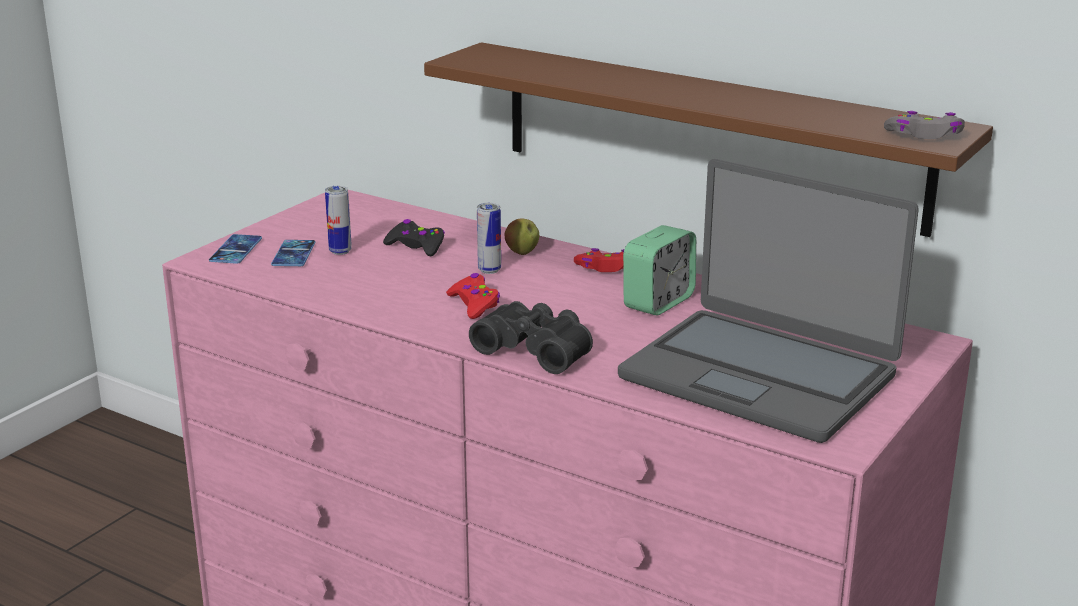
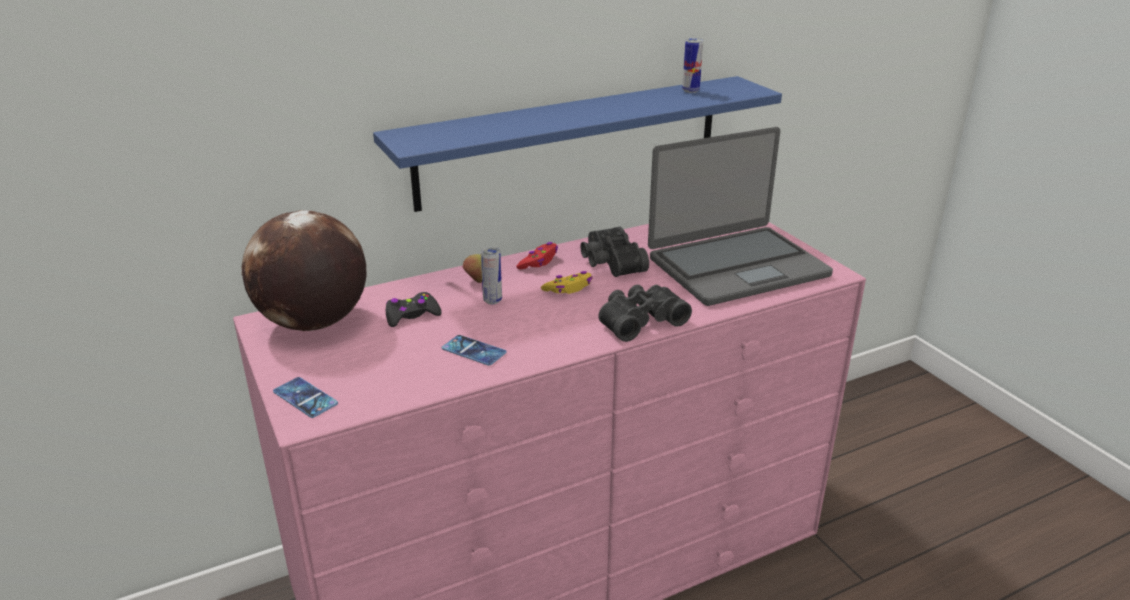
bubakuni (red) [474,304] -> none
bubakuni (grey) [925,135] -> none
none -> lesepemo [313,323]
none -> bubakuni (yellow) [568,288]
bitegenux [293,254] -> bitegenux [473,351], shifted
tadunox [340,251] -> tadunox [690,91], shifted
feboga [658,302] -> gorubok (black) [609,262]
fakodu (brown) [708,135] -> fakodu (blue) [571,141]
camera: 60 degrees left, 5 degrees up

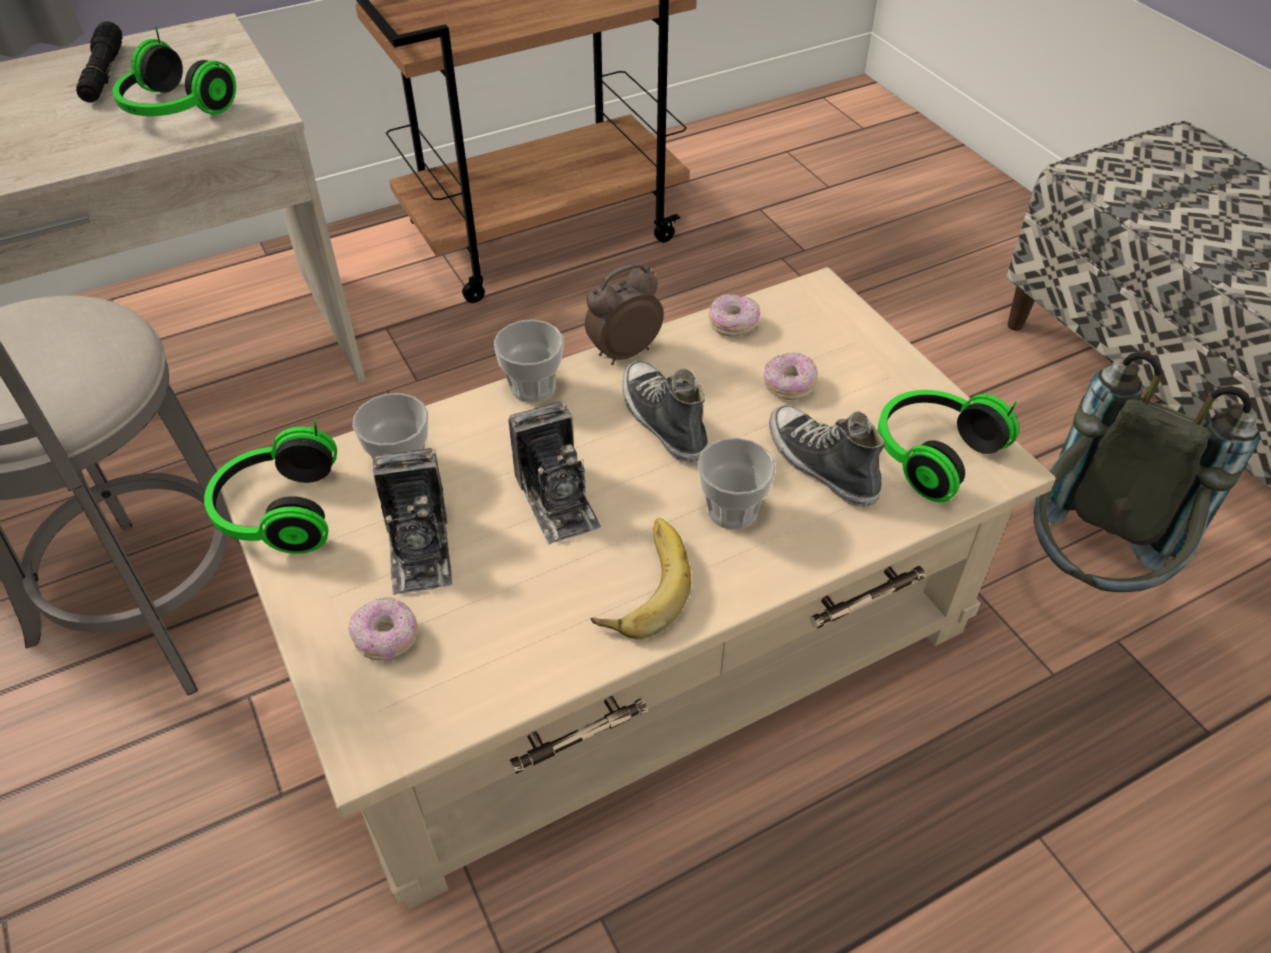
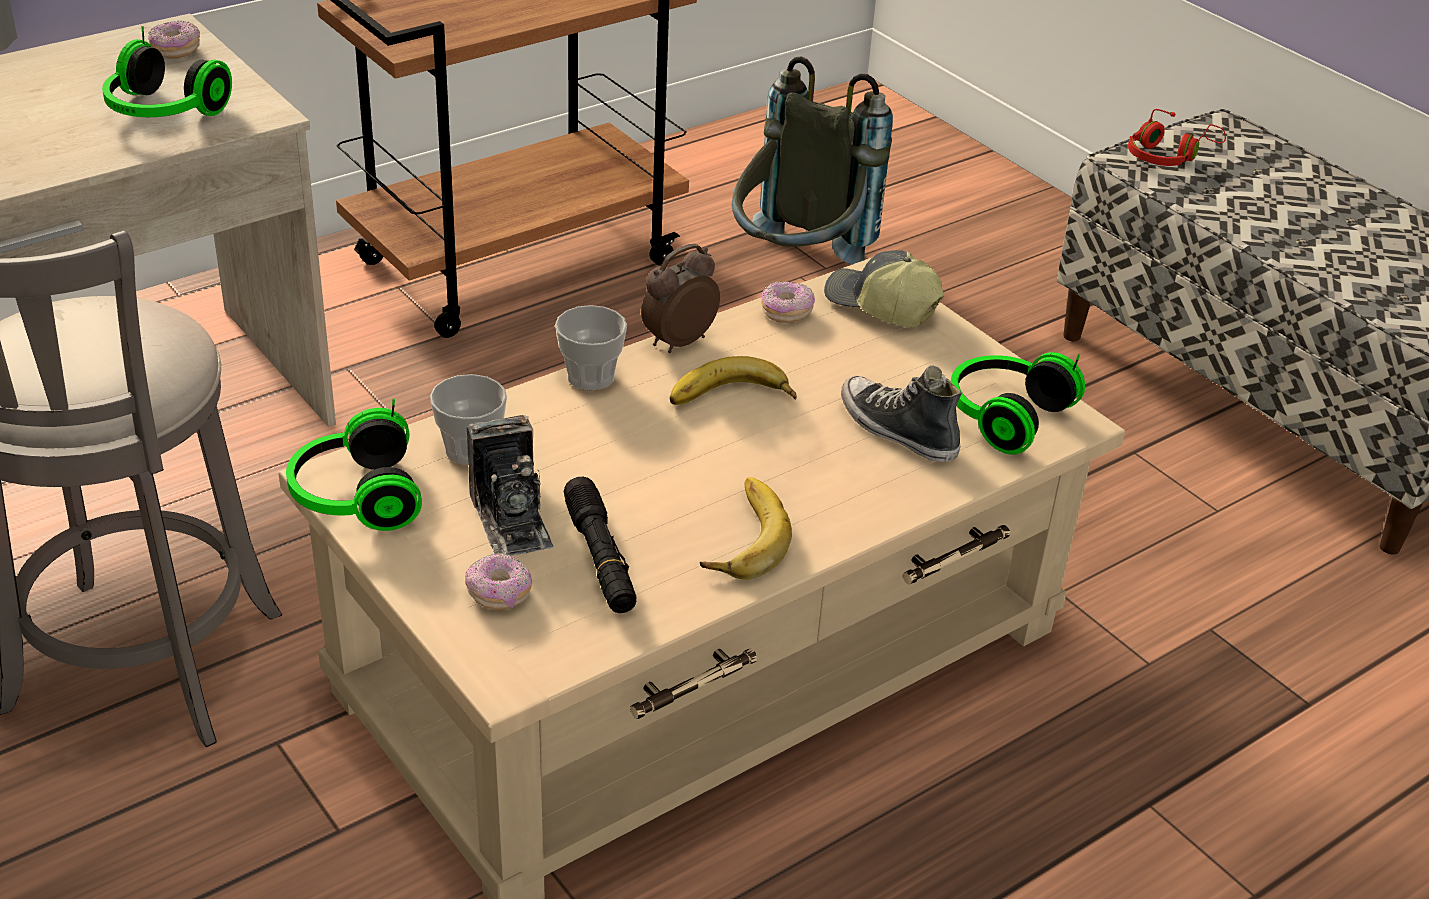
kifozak [557,500] -> none
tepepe [732,510] -> none
none -> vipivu [880,306]
none -> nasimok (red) [1169,155]
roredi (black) [103,74] -> roredi (black) [600,558], shifted
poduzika [789,385] -> poduzika [176,50], shifted
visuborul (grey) [1088,572] -> visuborul (grey) [796,268], shifted
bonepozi [662,420] -> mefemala [731,400]
camera: 10 degrees left, 10 degrees down

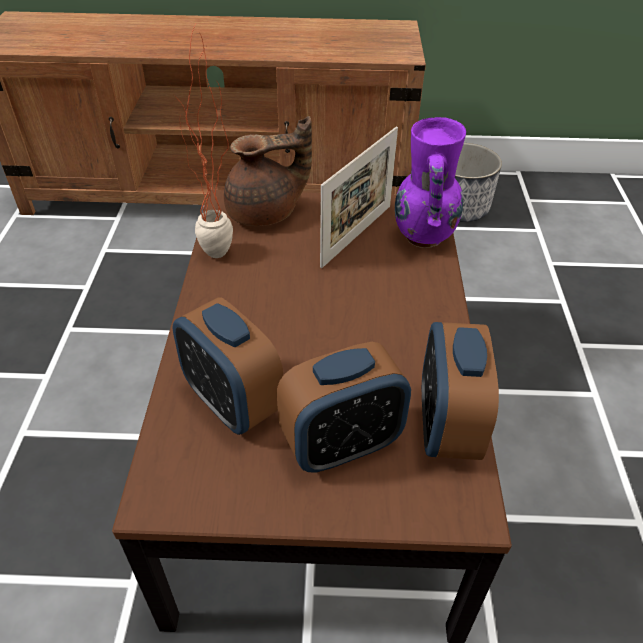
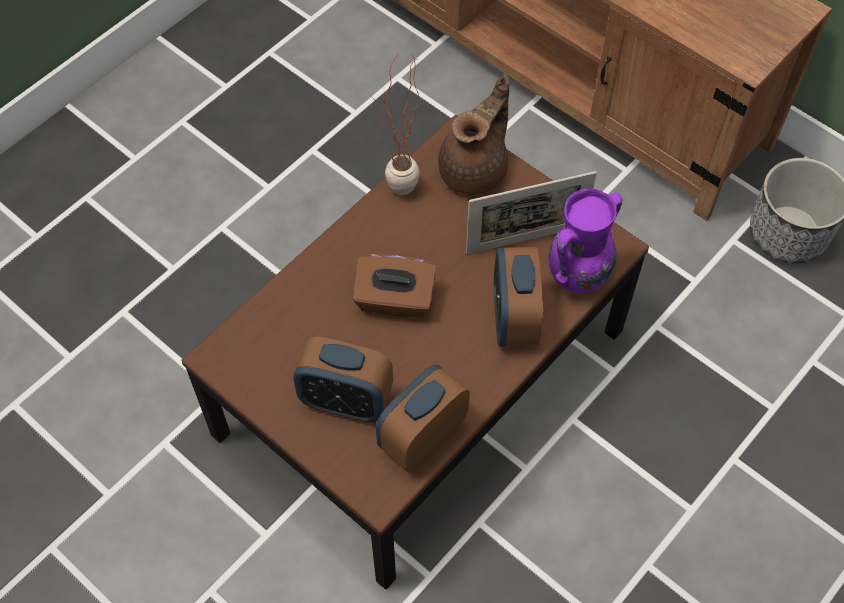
none -> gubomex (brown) [394,300]
feboga [232,402] -> feboga [514,319], shifted
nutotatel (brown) [266,213] -> nutotatel (brown) [475,169], 75 degrees counterclockwise
camera: 40 degrees right, 15 degrees up

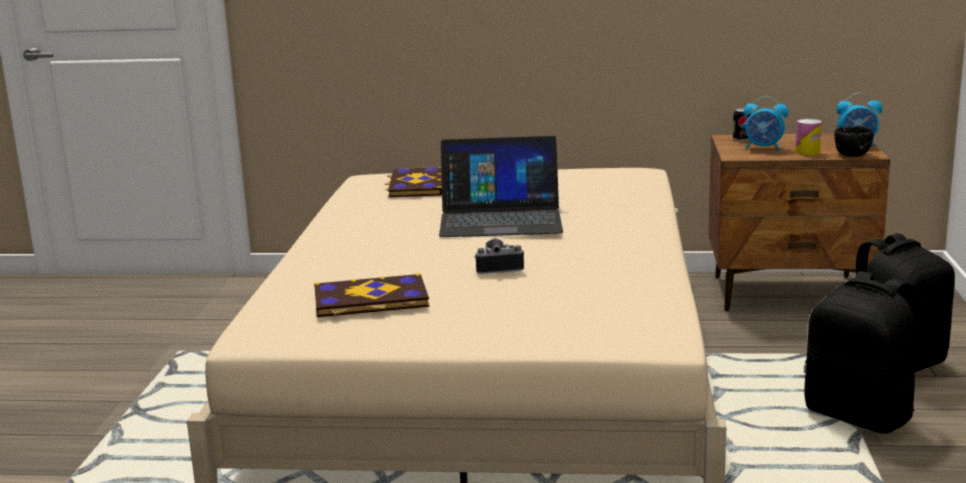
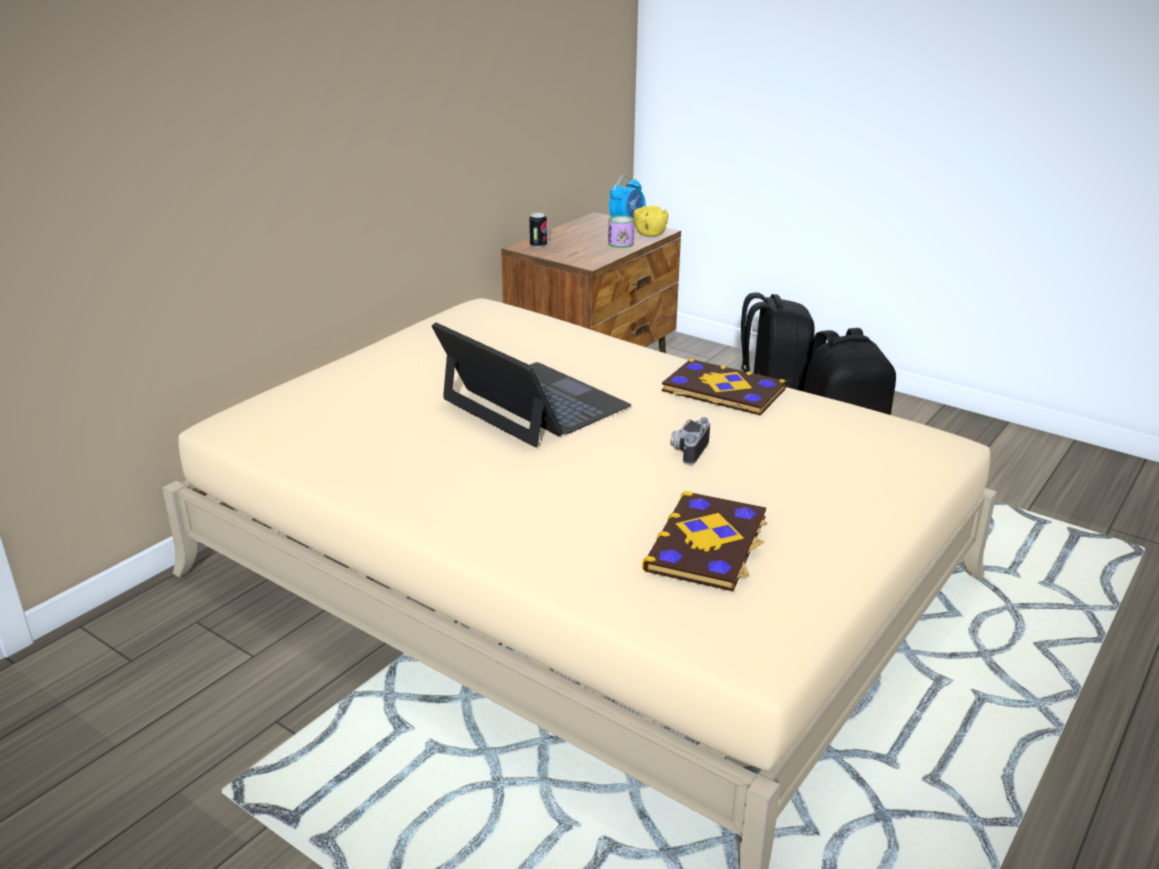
feboga [764,148] -> none
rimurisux [416,185] -> rimurisux [722,391], shifted
tadunox [807,152] -> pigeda [620,242]
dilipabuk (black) [851,154] -> dilipabuk (yellow) [650,234]
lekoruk [500,218] -> lekoruk [533,404], 75 degrees counterclockwise
camera: 60 degrees left, 10 degrees up

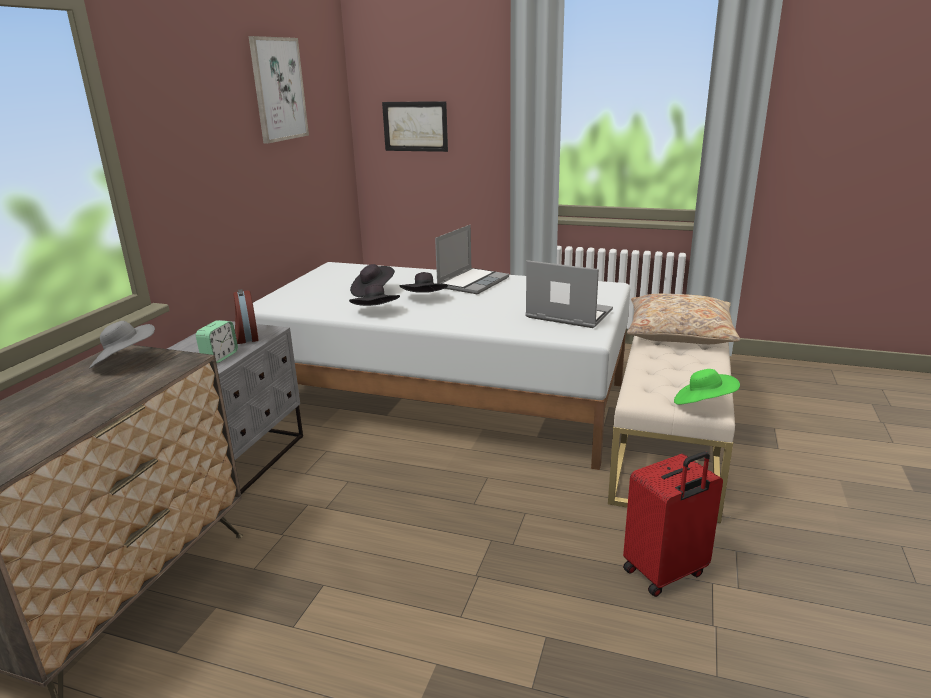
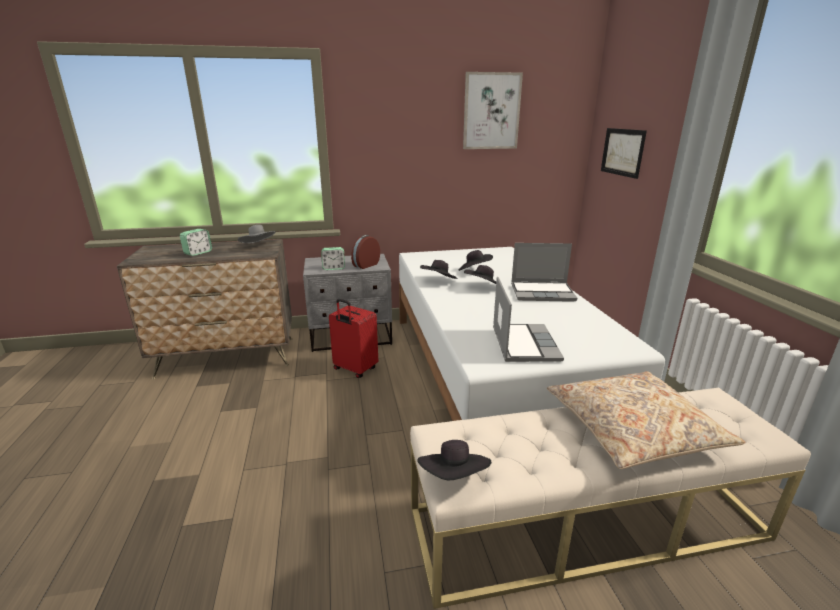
none -> feboga [198,253]
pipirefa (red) [665,573] -> pipirefa (red) [354,369], shifted
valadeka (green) [703,404] -> valadeka (black) [454,477]
camera: 60 degrees right, 0 degrees up

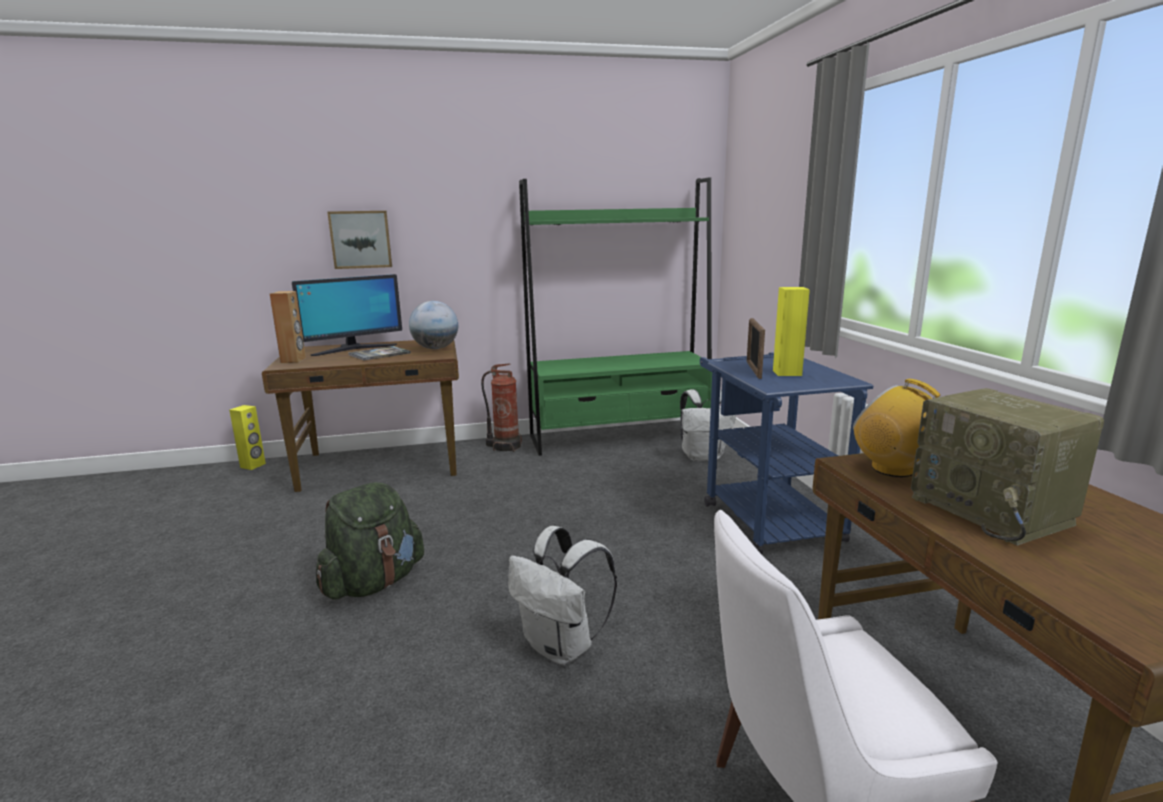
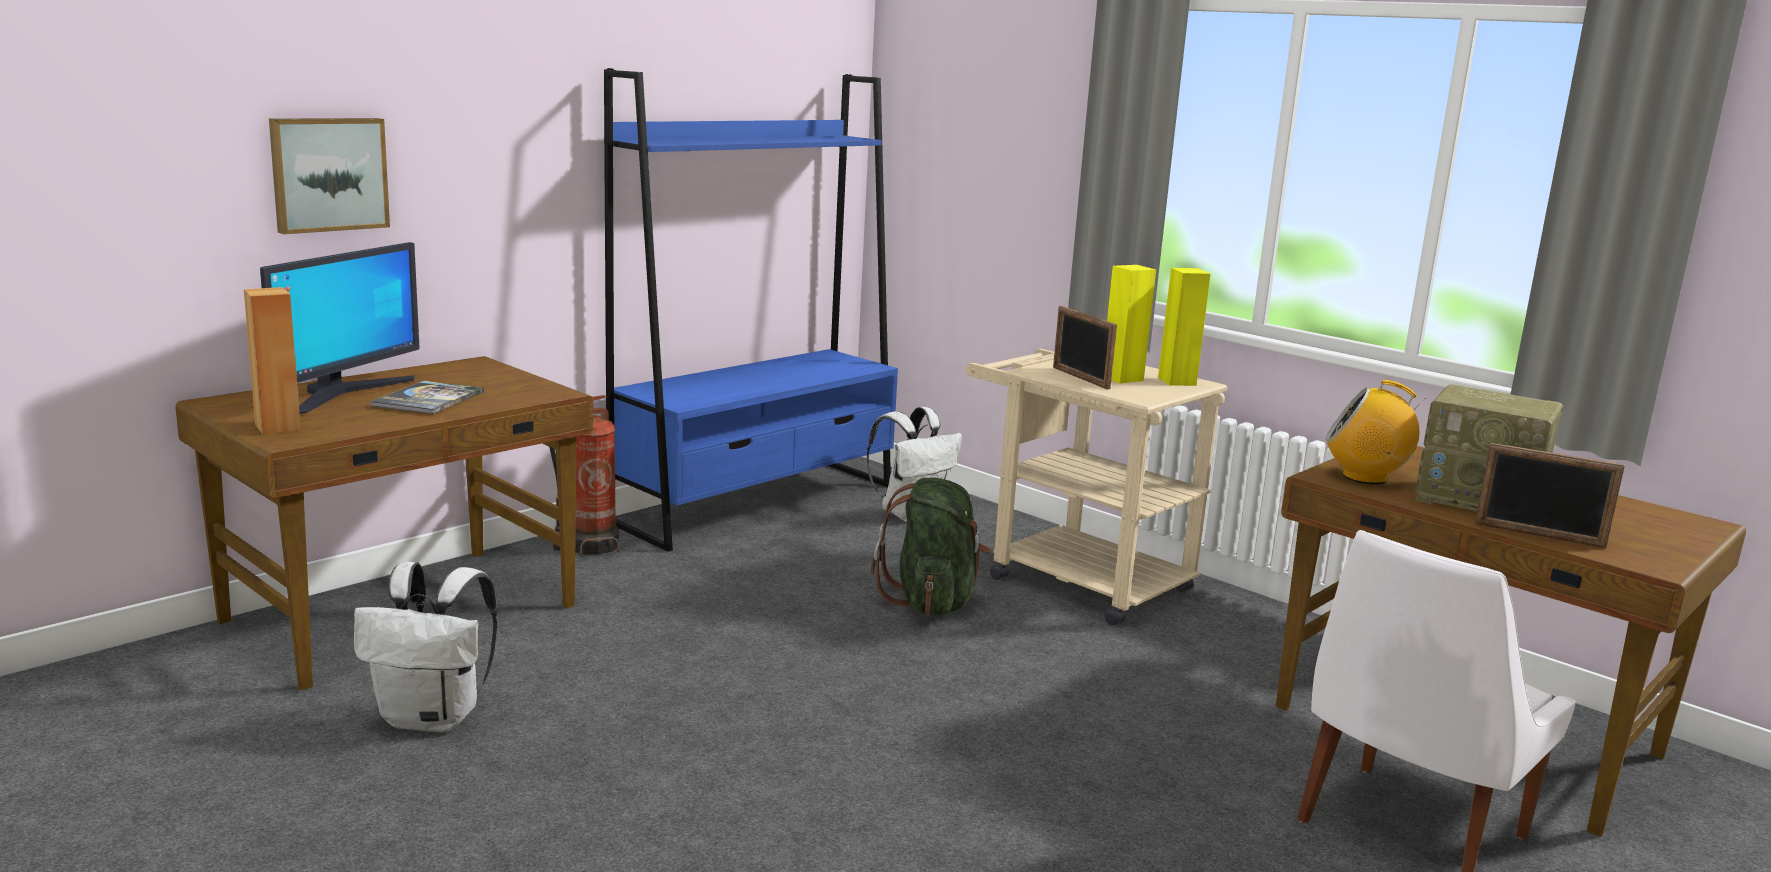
lesepemo [436,348] -> none
none -> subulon [1539,535]
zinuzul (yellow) [253,465] -> zinuzul (yellow) [1177,381], shifted
visuborul (green) [374,583] -> visuborul (green) [932,602], shifted
visuborul (white) [562,647] -> visuborul (white) [433,718], shifted
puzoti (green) [620,437] -> puzoti (blue) [757,503]
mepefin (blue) [764,516] -> mepefin (beige) [1075,579]
camera: 35 degrees left, 0 degrees up

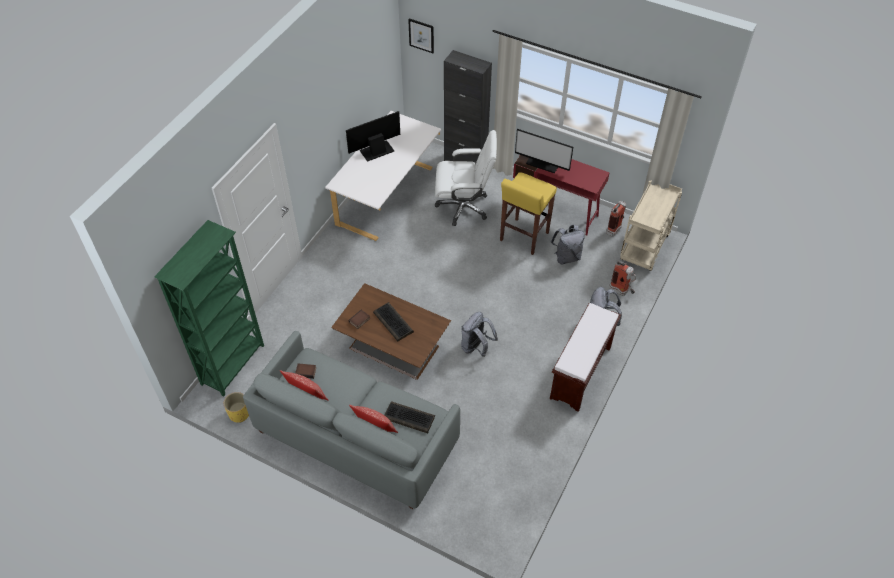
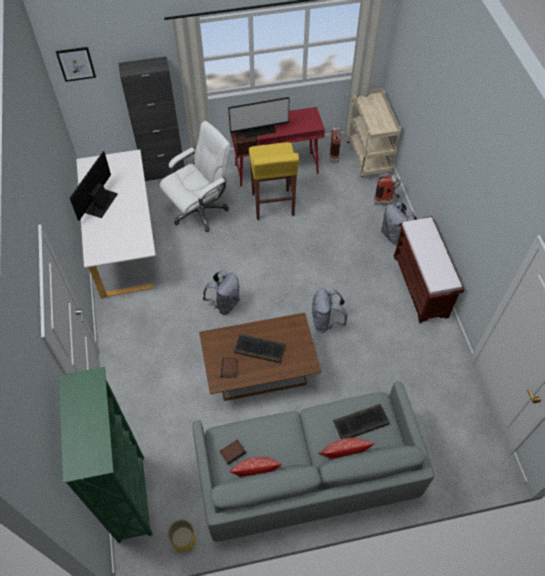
visuborul (grey) [566,257] -> visuborul (grey) [225,303], shifted
camera: 40 degrees left, 5 degrees up

